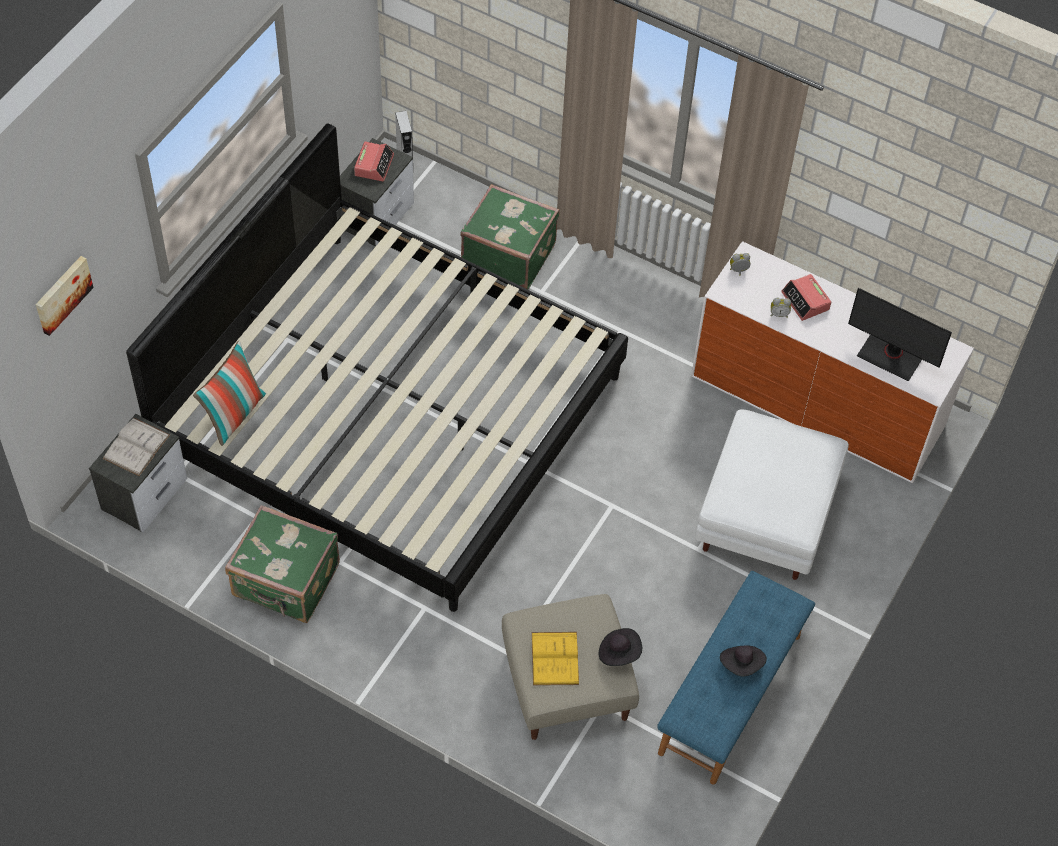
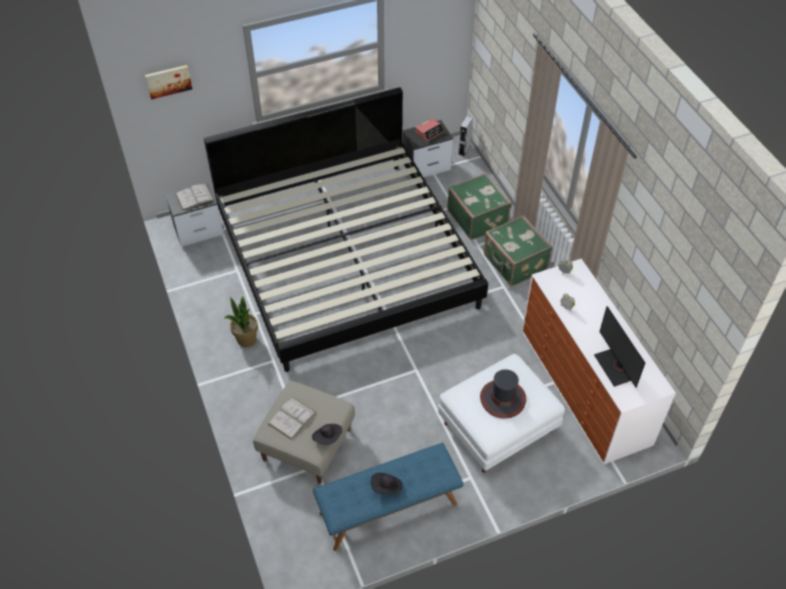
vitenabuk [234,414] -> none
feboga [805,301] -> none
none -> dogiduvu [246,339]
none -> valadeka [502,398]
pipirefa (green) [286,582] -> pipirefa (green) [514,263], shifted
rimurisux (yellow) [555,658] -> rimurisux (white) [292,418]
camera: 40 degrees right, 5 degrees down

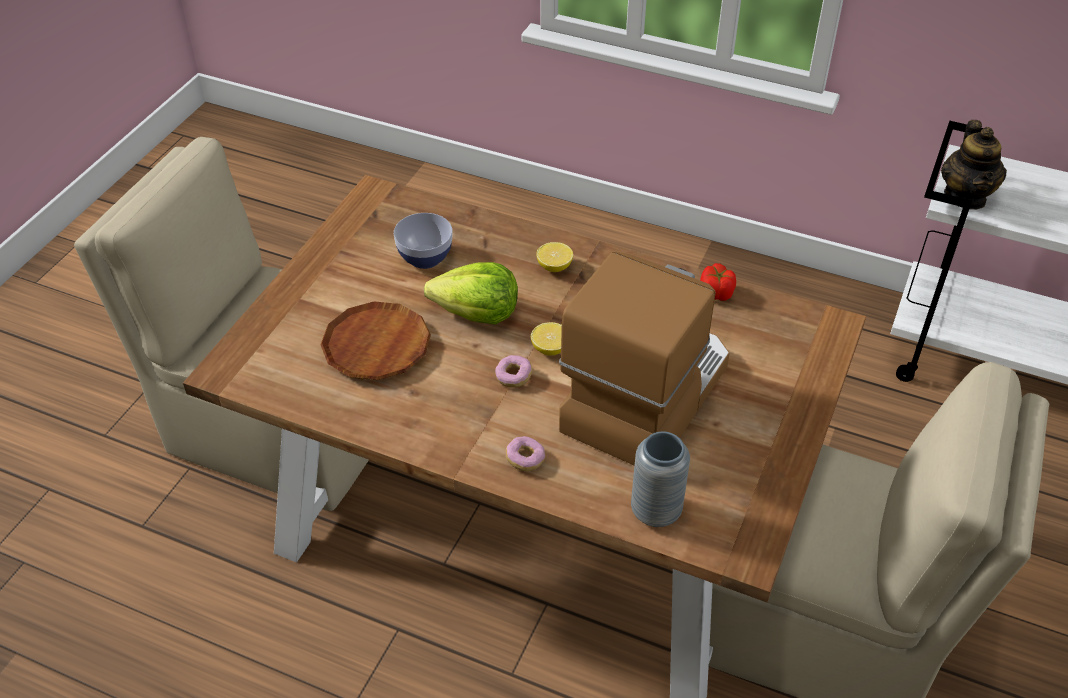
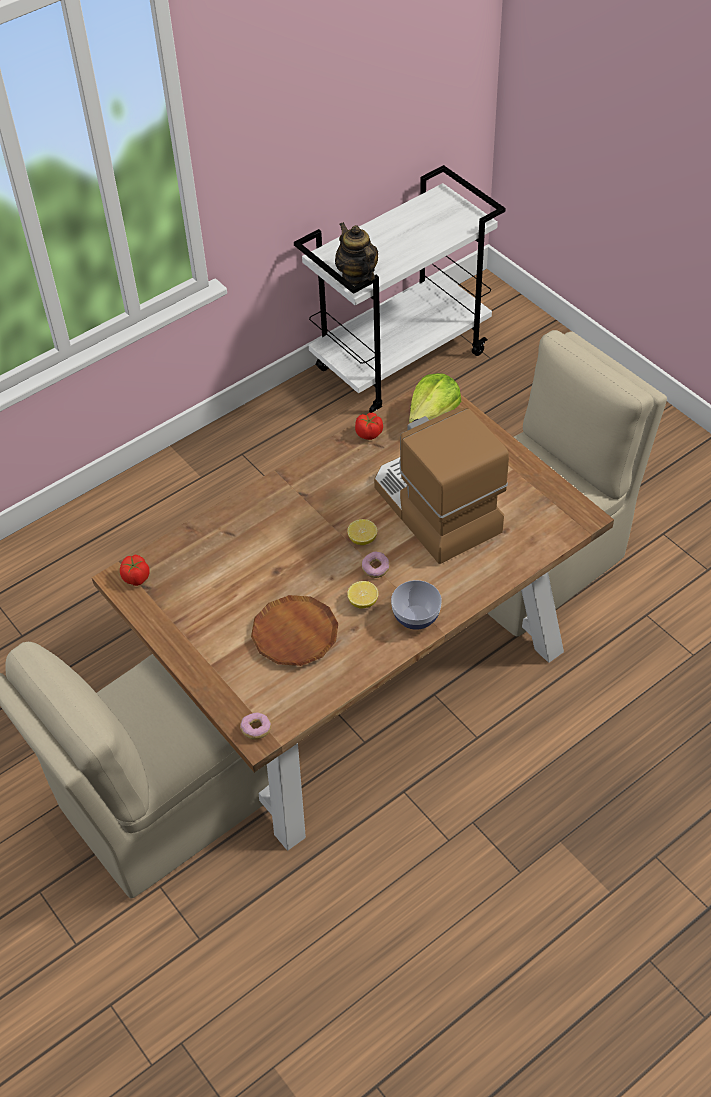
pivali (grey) [656,511] -> none
none -> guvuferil [136,577]
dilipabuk [425,257] -> dilipabuk [416,618], shifted
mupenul [477,313] -> mupenul [433,414], shifted
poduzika [525,459] -> poduzika [256,729], shifted
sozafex [554,267] -> sozafex [363,602], shifted
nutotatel [965,197] -> nutotatel [357,276], 150 degrees counterclockwise
camera: 60 degrees left, 5 degrees up

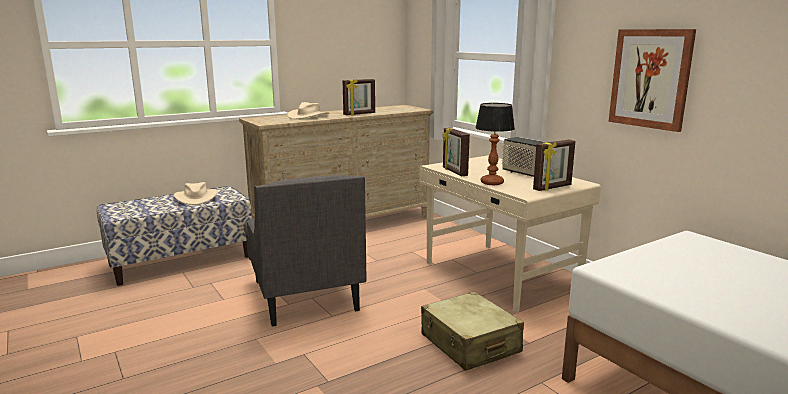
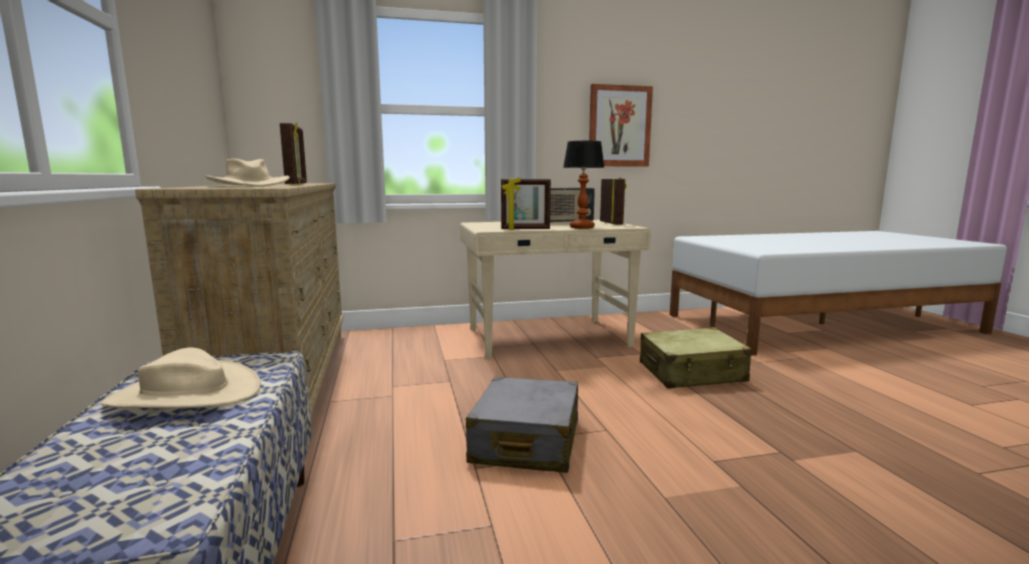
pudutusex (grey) [304,294] -> pipirefa (grey) [526,442]
camera: 70 degrees left, 5 degrees down

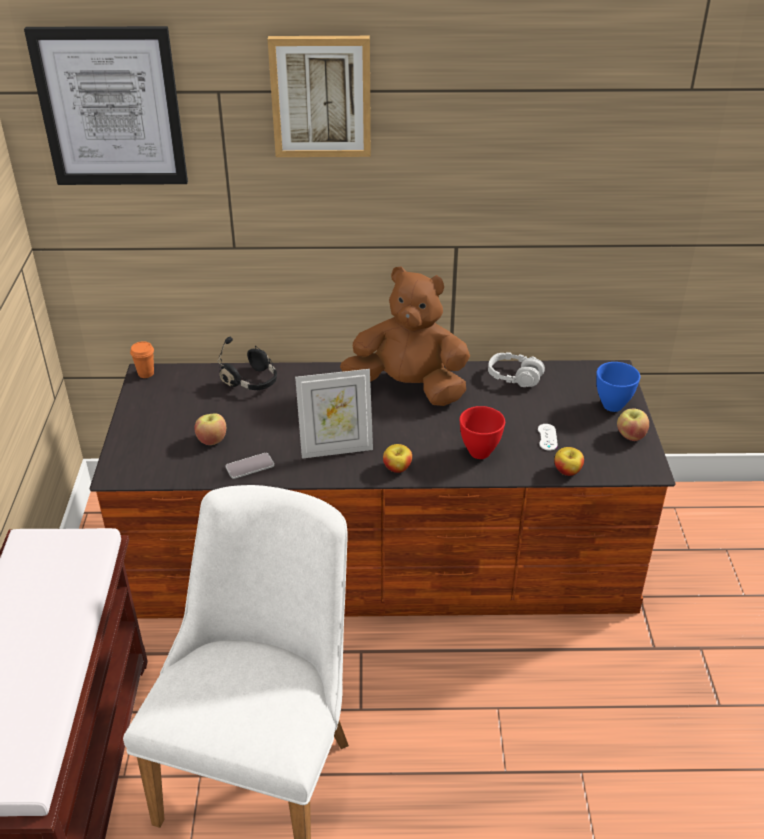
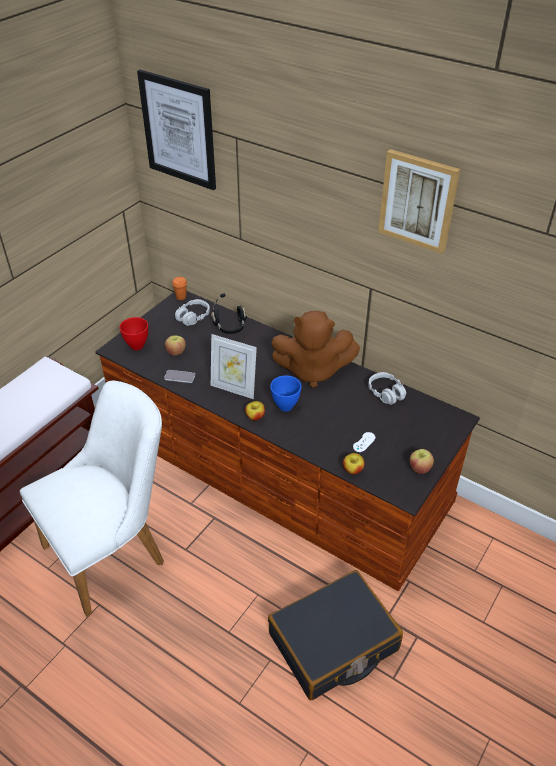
none -> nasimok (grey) [193,317]
none -> pipirefa (black) [333,643]
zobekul [321,96] -> zobekul [418,201], shifted
dilipabuk (red) [479,452] -> dilipabuk (red) [137,345], shifted
dilipabuk (blue) [612,406] -> dilipabuk (blue) [285,407], shifted
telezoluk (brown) [408,388] -> telezoluk (brown) [312,370], 135 degrees clockwise
camera: 35 degrees right, 5 degrees up

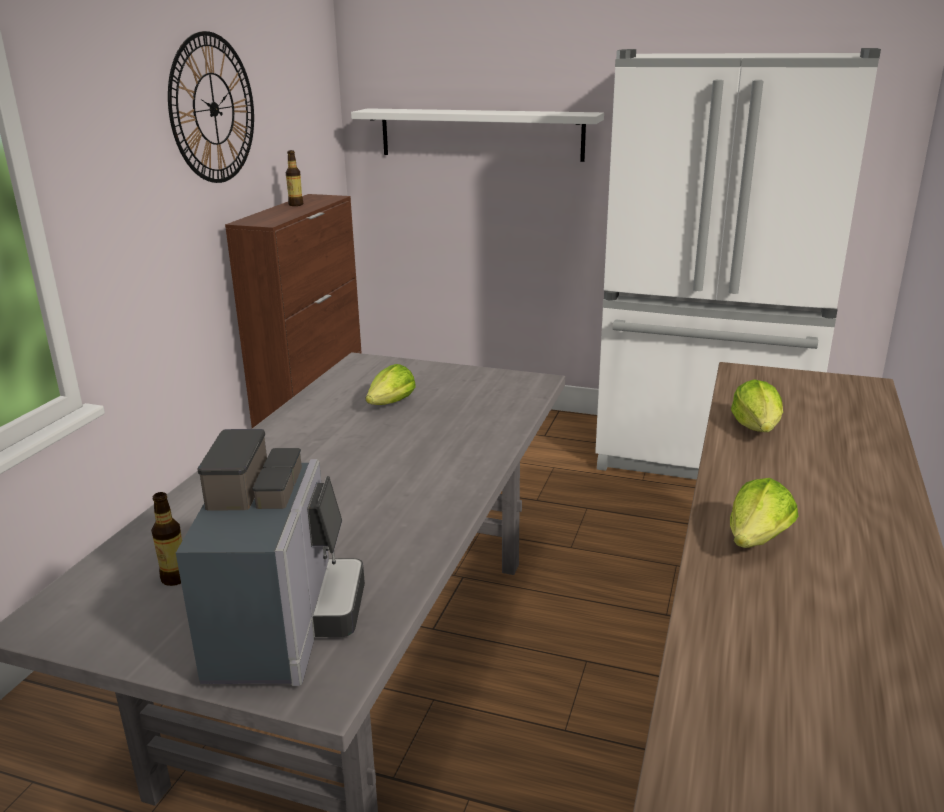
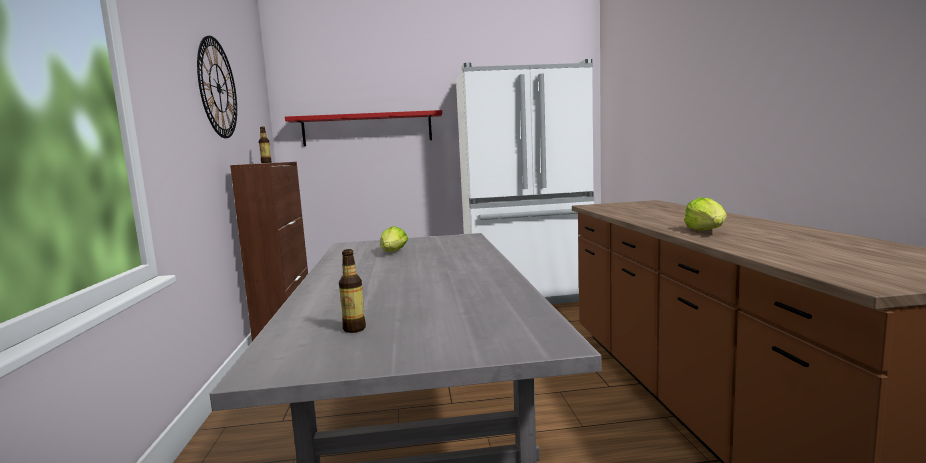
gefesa [284,627] -> none
mupenul [757,428] -> none
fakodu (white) [480,134] -> fakodu (red) [367,129]
camera: 25 degrees left, 15 degrees down

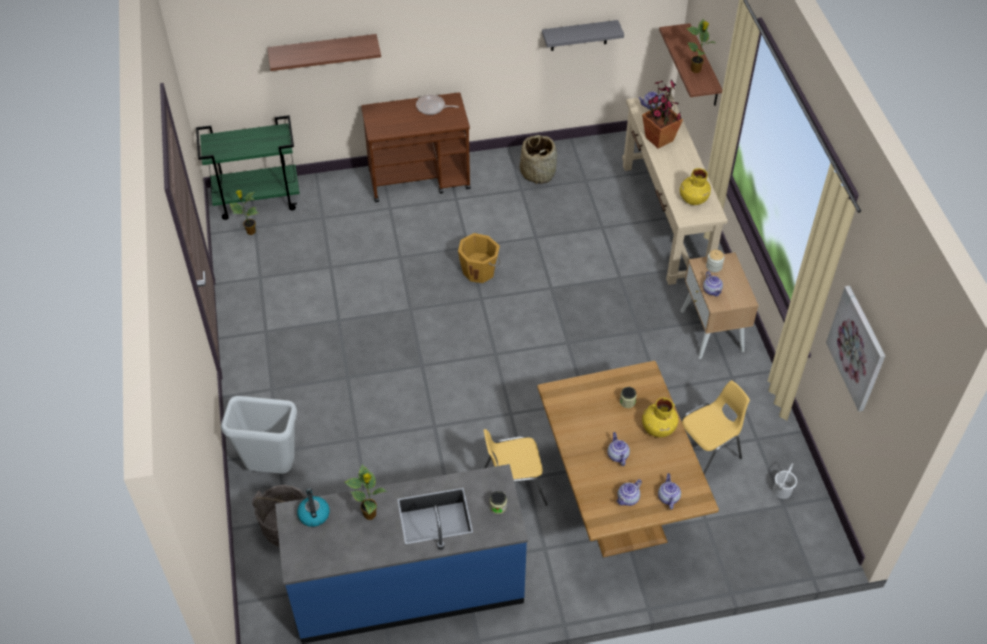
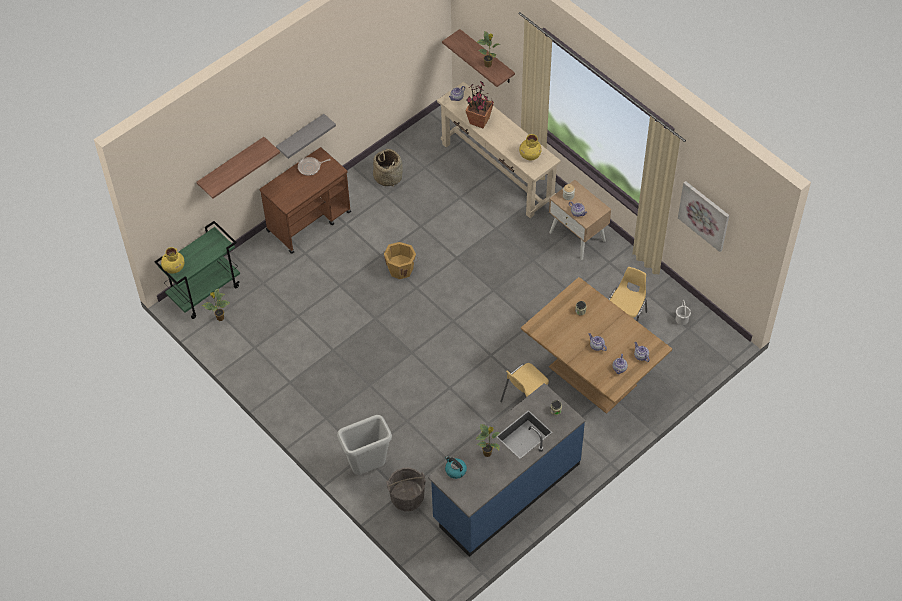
fakodu (grey) [579,35] -> fakodu (grey) [300,136], shifted
pivali (yellow) [658,428] -> pivali (yellow) [173,267], shifted
camera: 30 degrees left, 5 degrees up

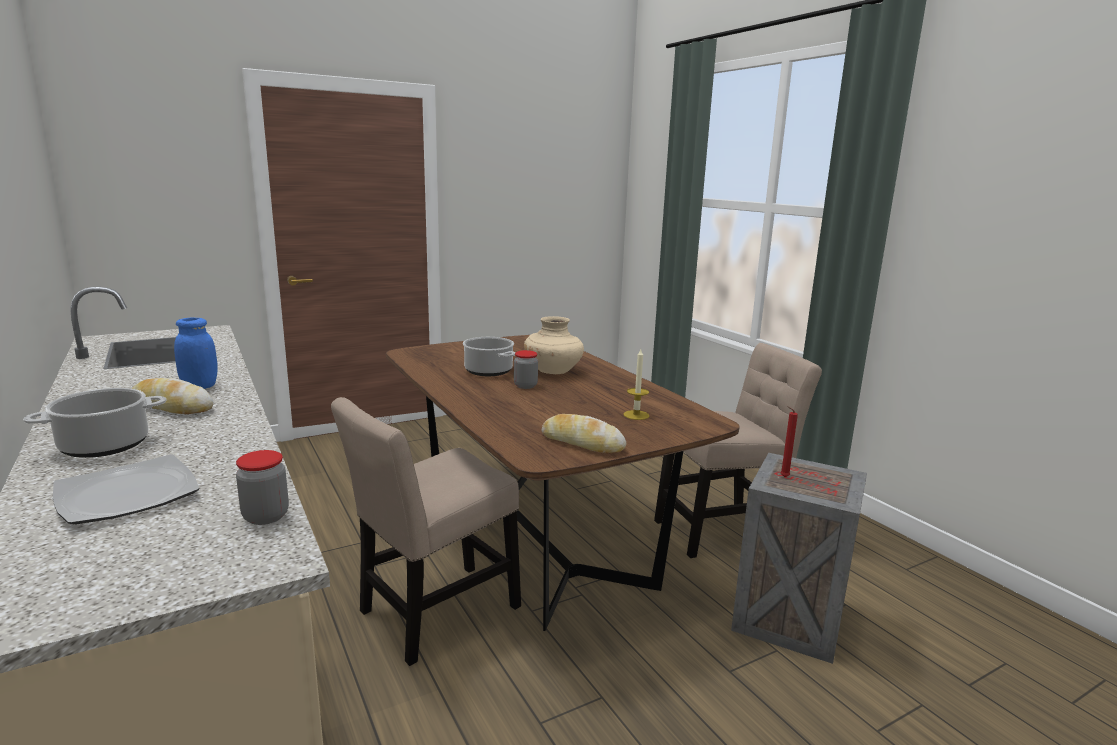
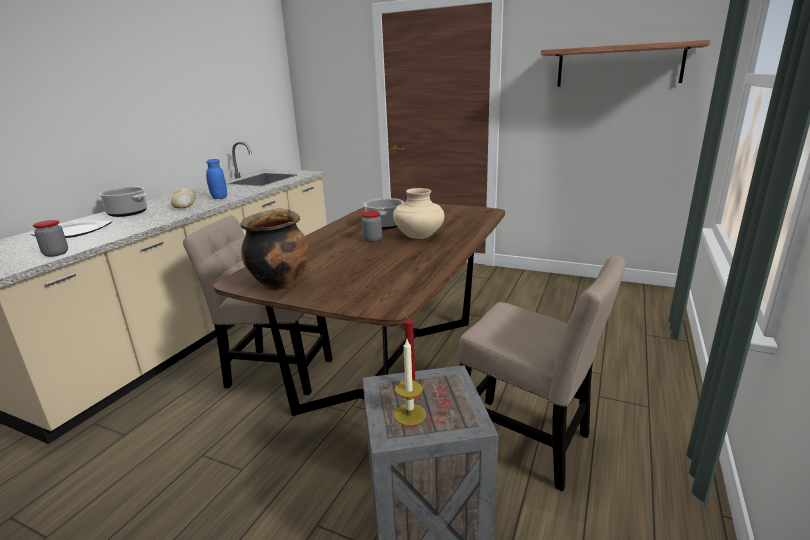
none -> fakodu [619,66]
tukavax [636,415] -> tukavax [410,414], shifted
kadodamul [582,443] -> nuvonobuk [281,283]
camera: 55 degrees right, 5 degrees up

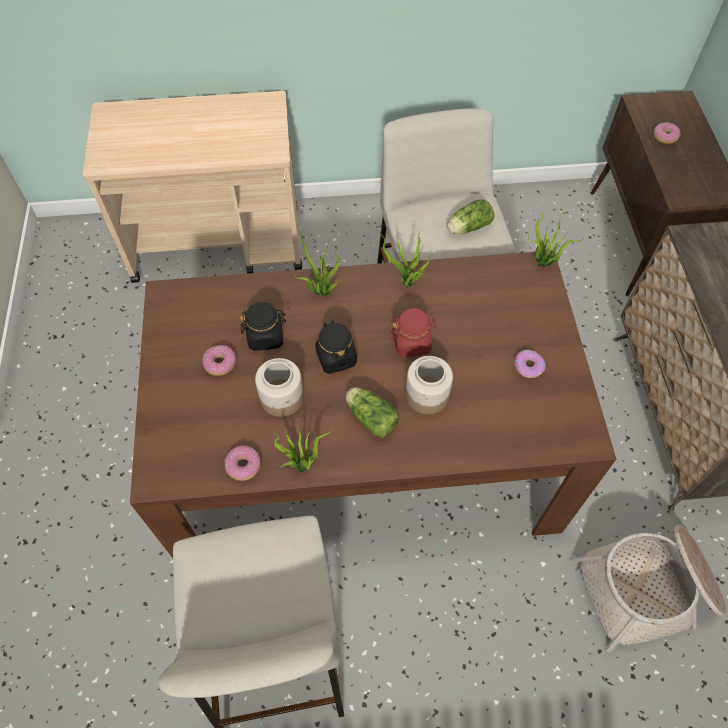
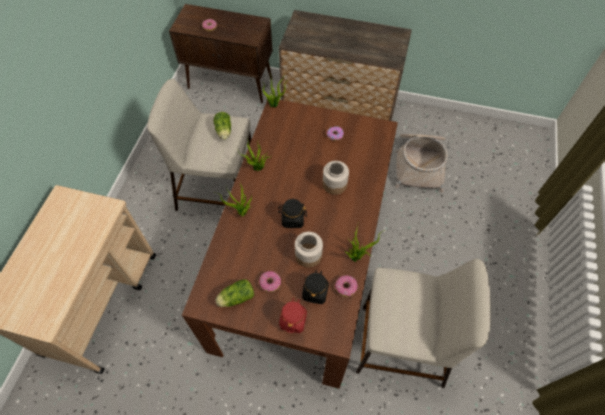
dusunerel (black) [266,336] -> dusunerel (black) [315,292], shifted
mupenul [370,417] -> mupenul [235,298], shifted
dusunerel (red) [411,343] -> dusunerel (red) [293,320], shifted
camera: 70 degrees left, 0 degrees up

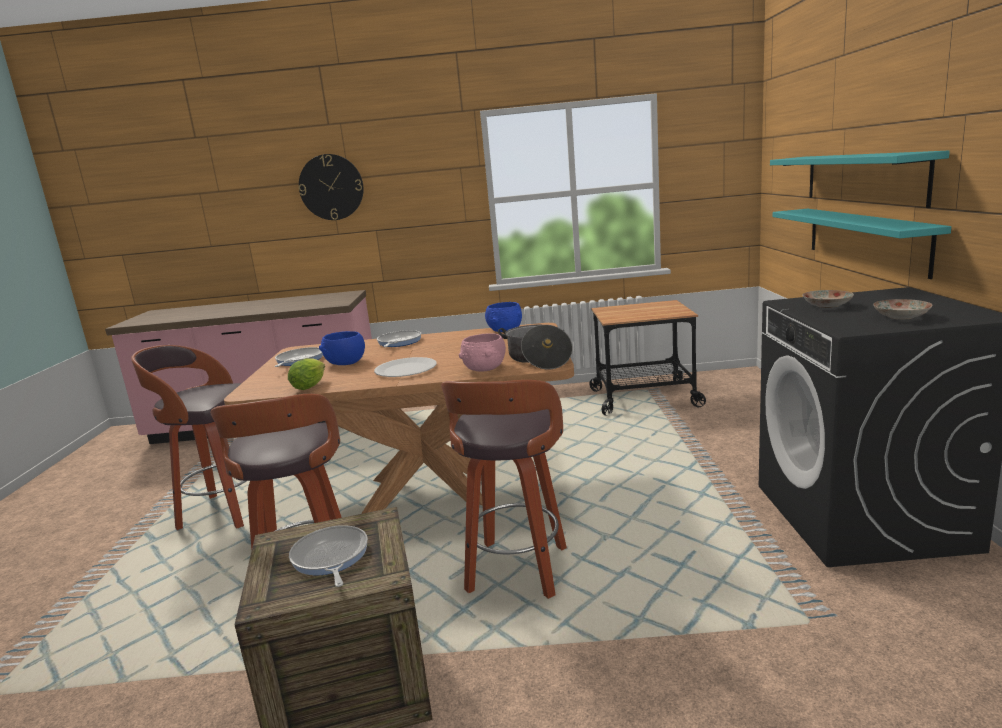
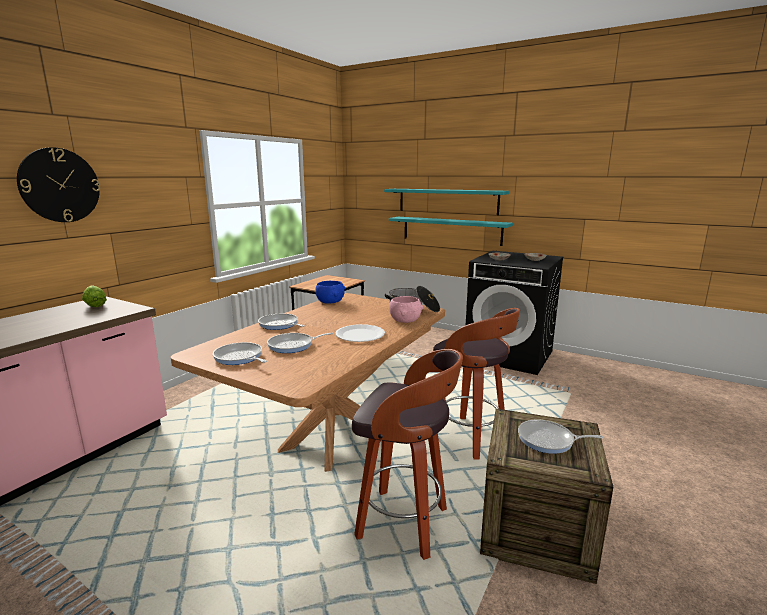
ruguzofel [223,512] -> none
mupenul [311,385] -> mupenul [95,305], shifted
dilipabuk (blue) [345,363] -> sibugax [293,345]
camera: 60 degrees left, 0 degrees up

